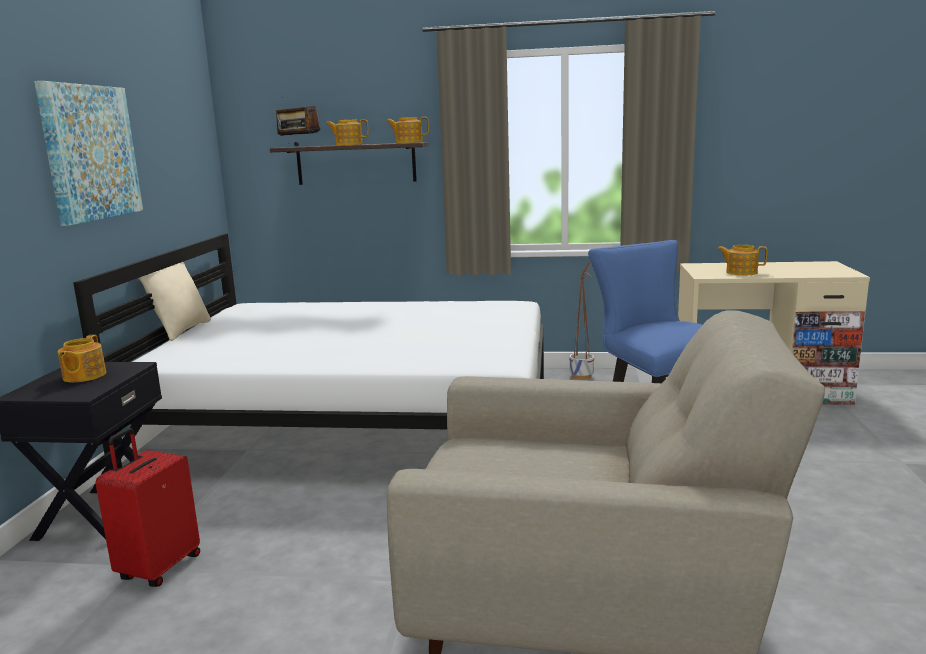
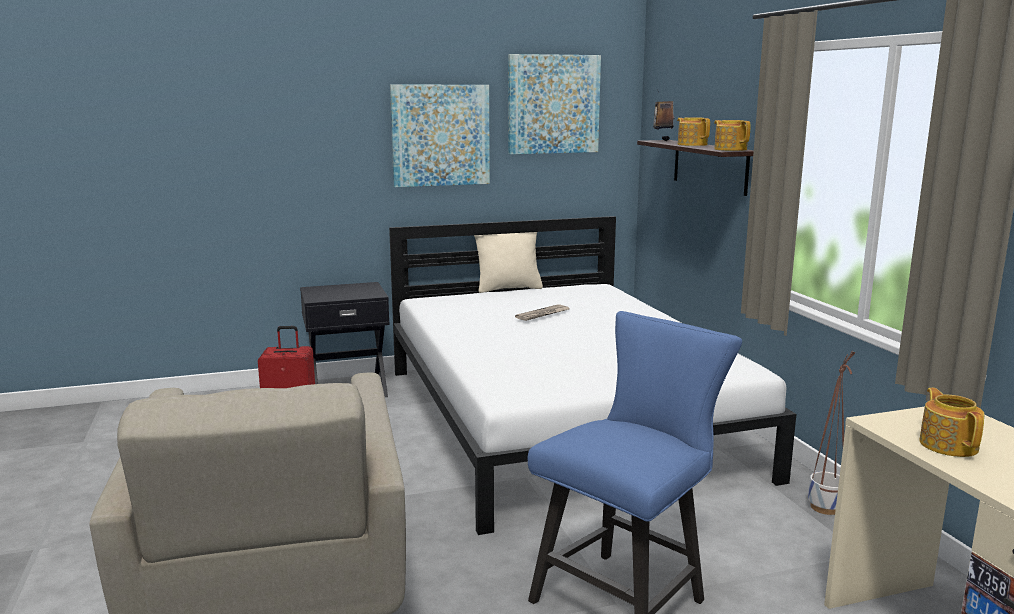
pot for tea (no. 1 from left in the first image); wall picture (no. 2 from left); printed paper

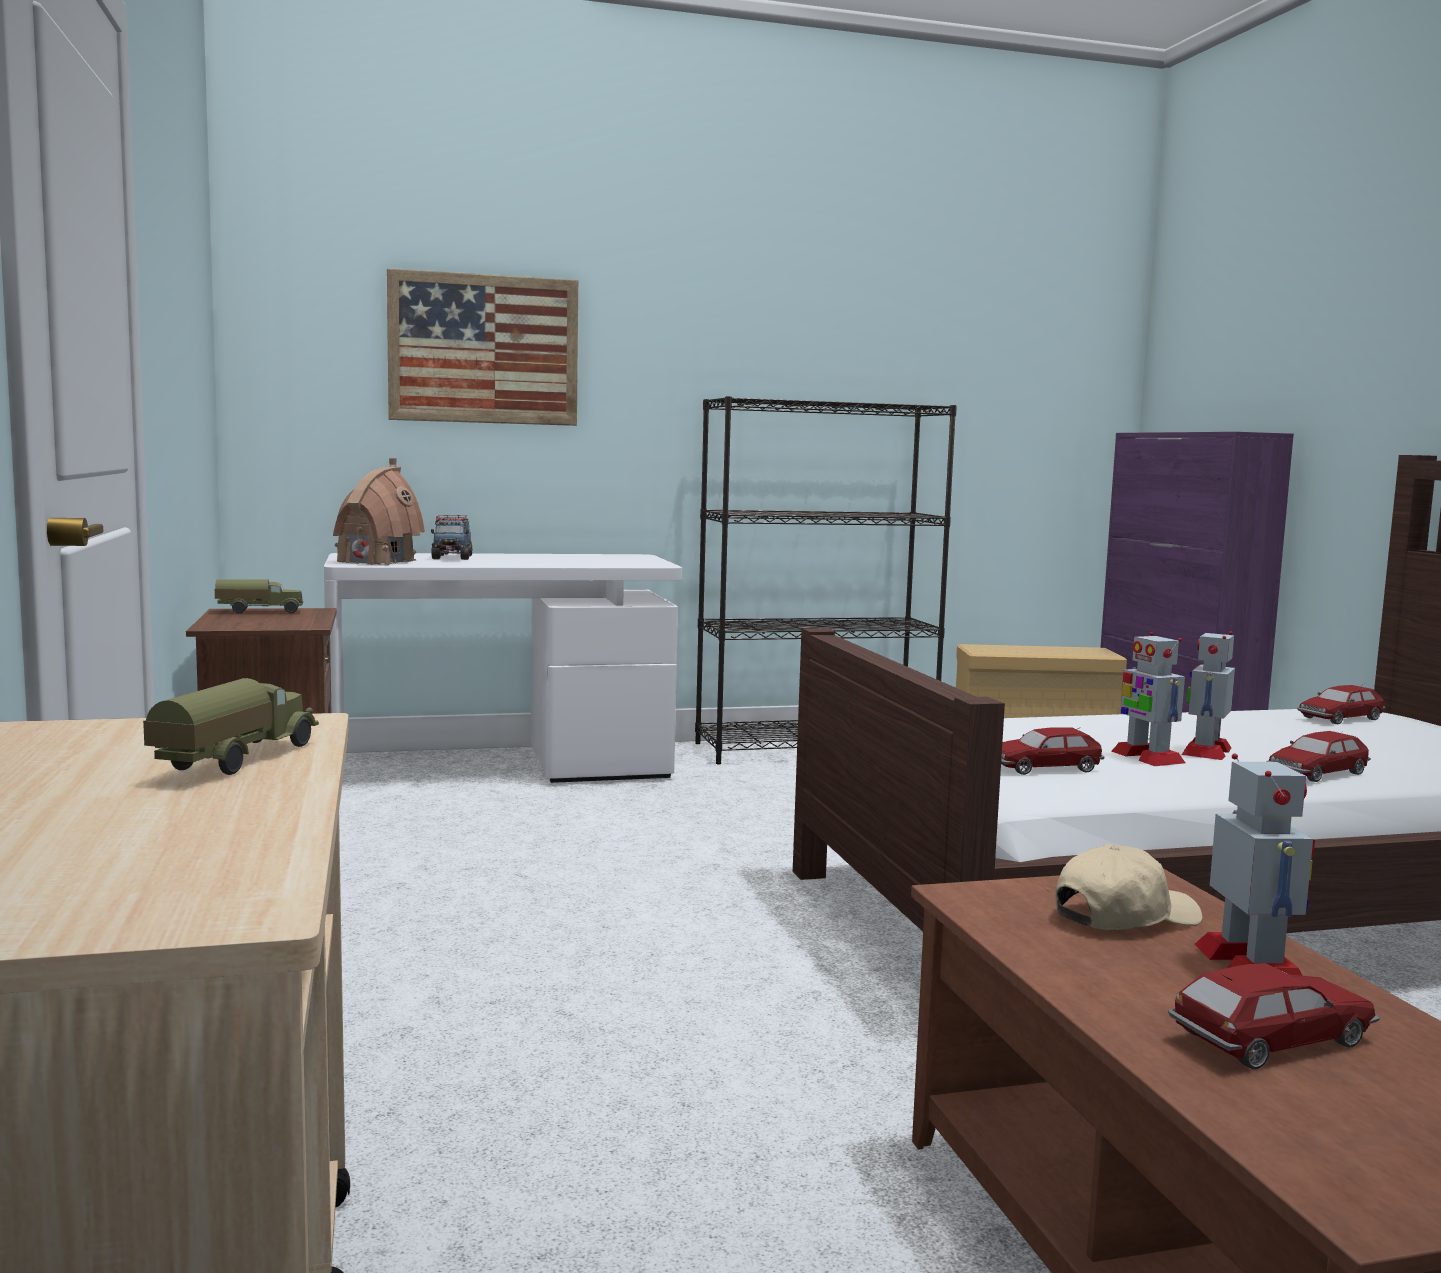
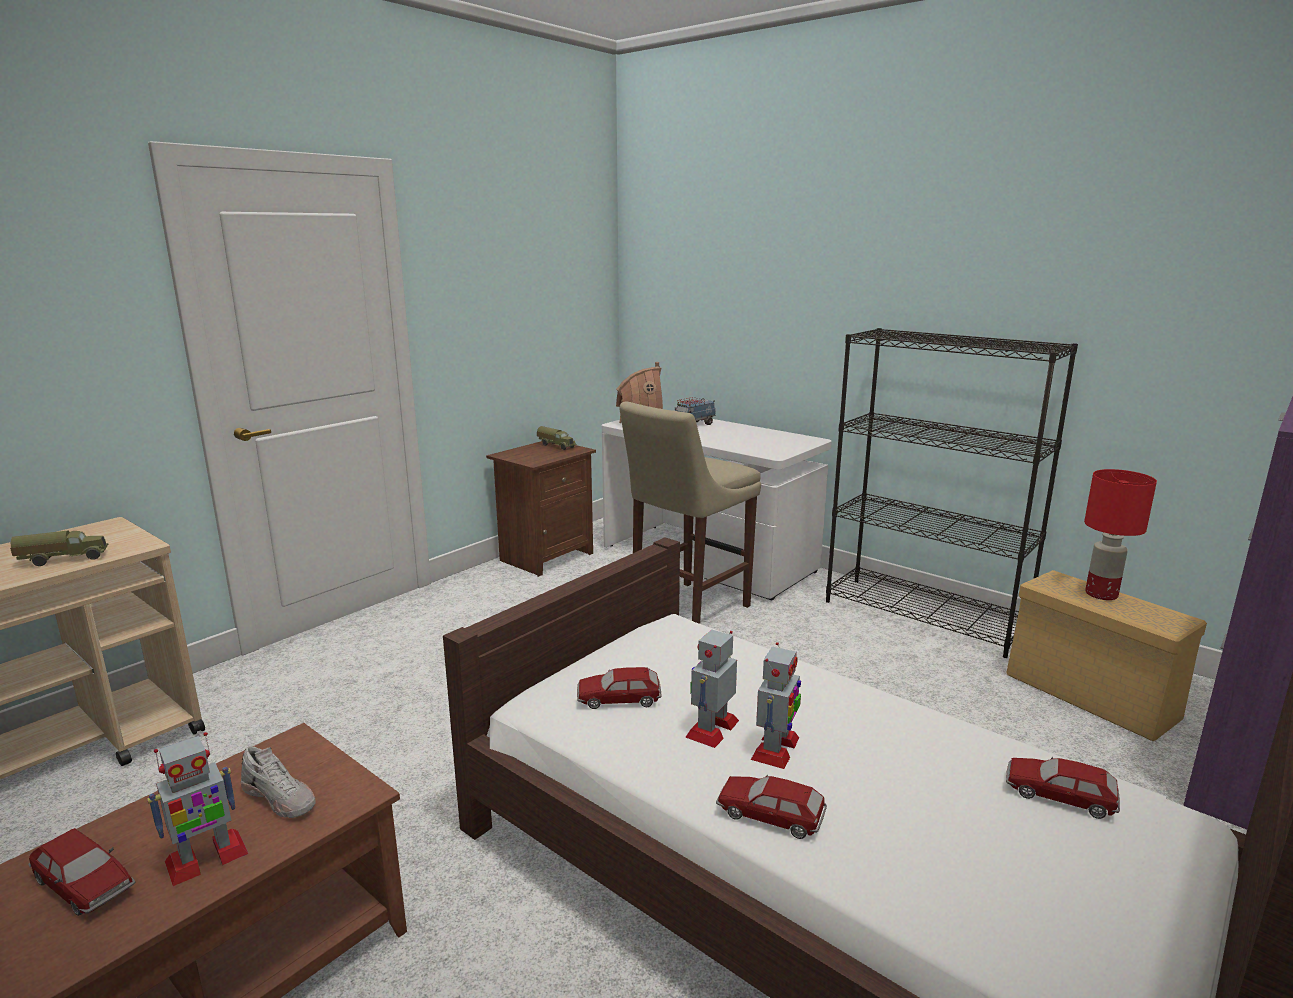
wall picture; stool (beige); table lamp (red); low shoe (whitish); miniature car (no. 2 from left); model robot (no. 3 from left)

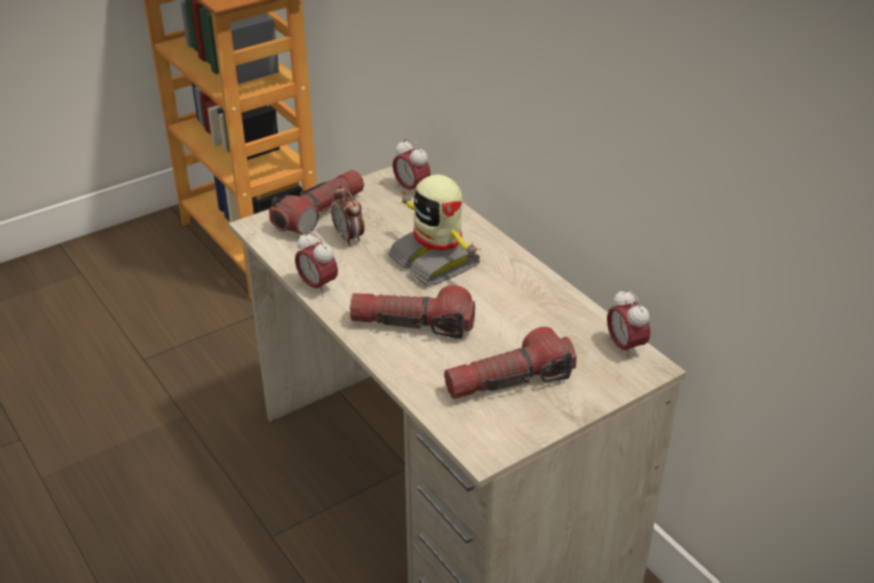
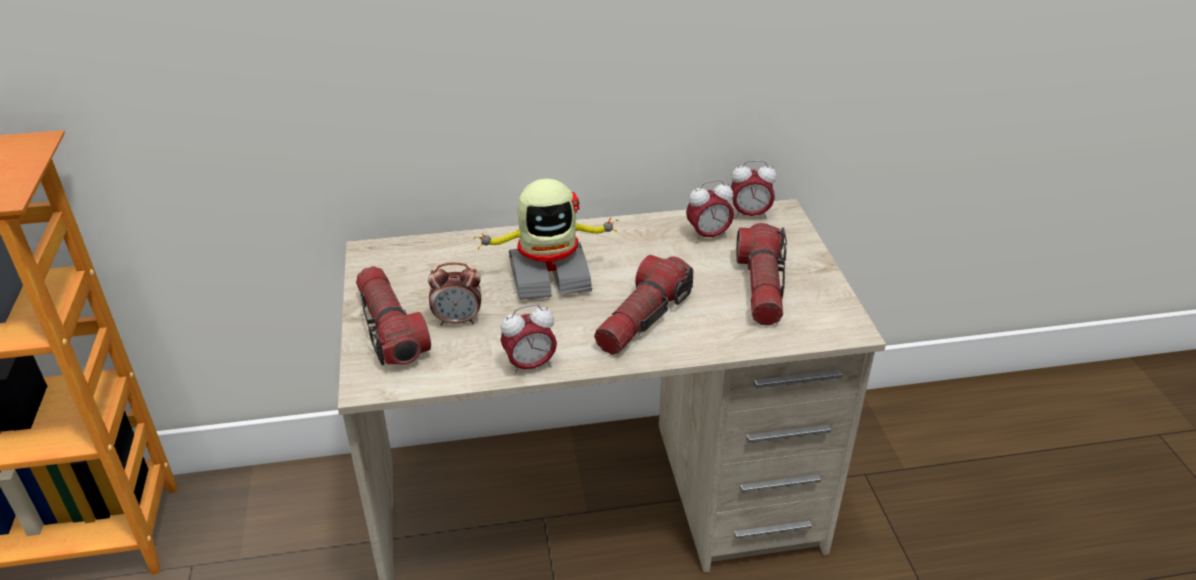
table clock (no. 3 from left)

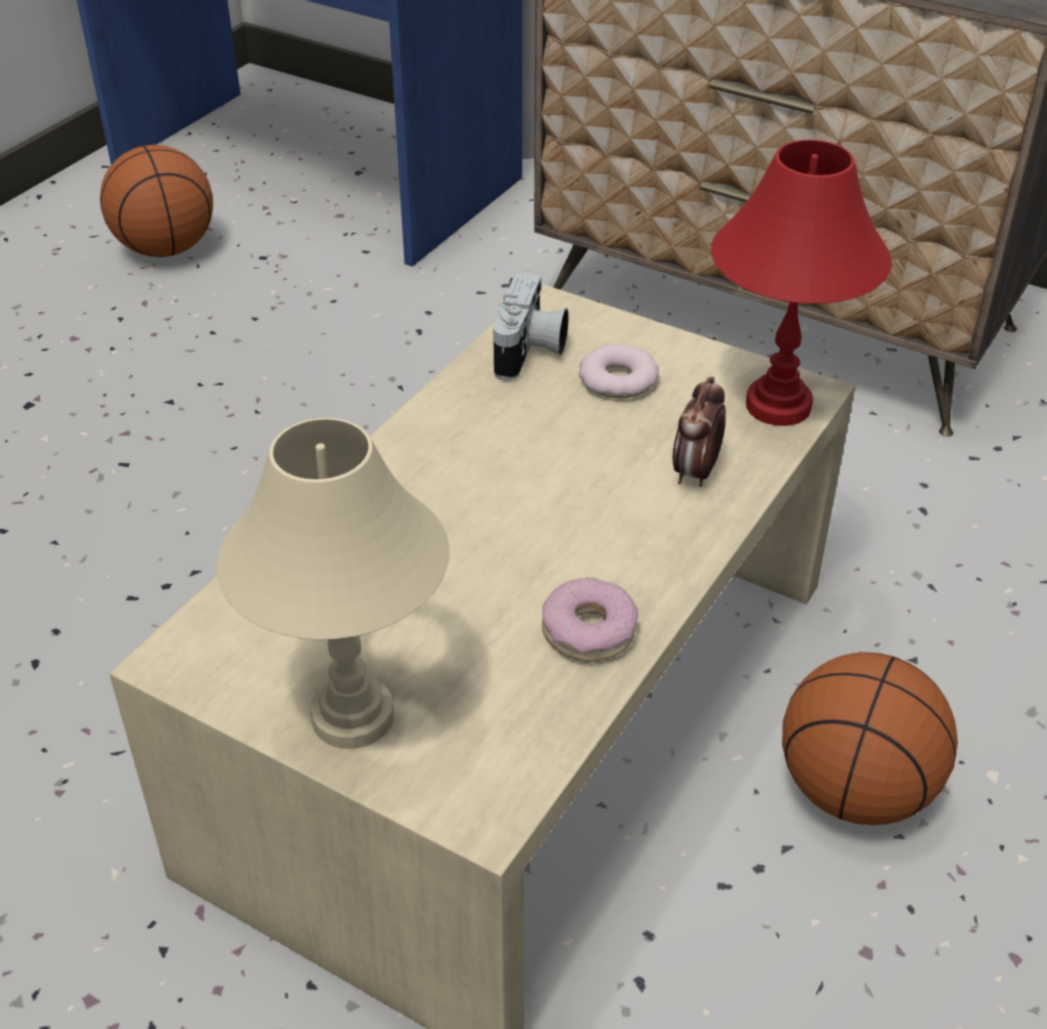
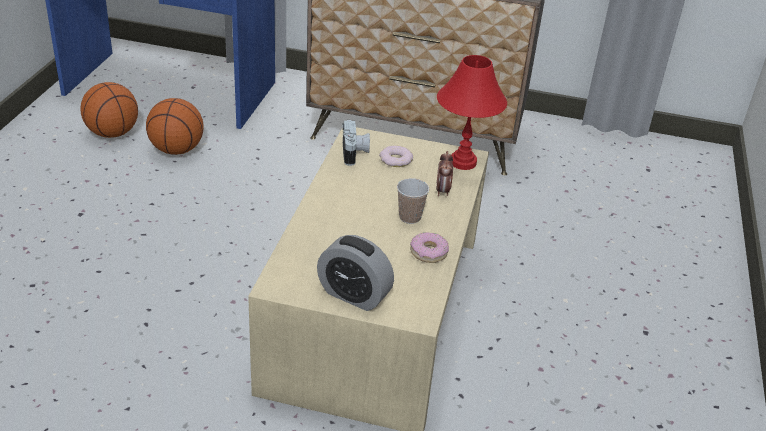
small cup; basketball ball (no. 2 from left); table clock (no. 1 from left)

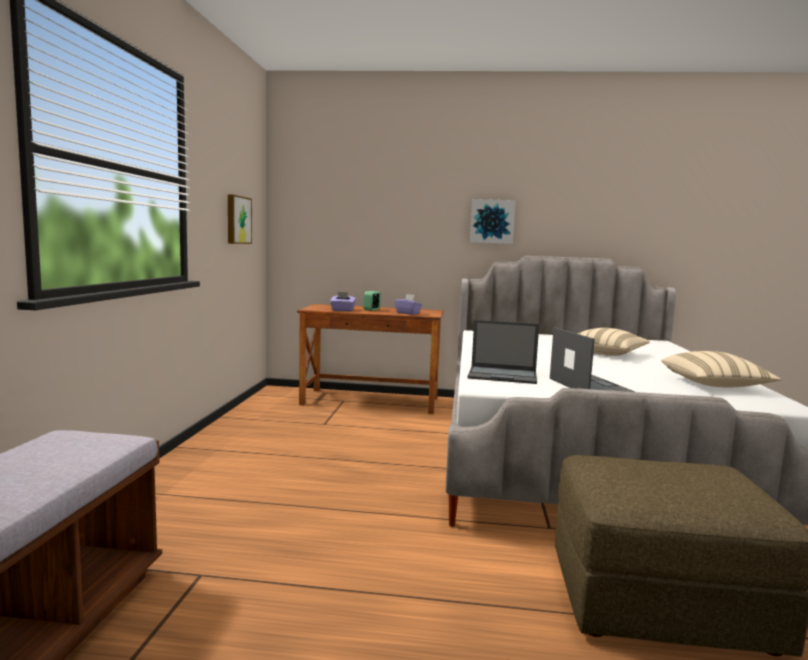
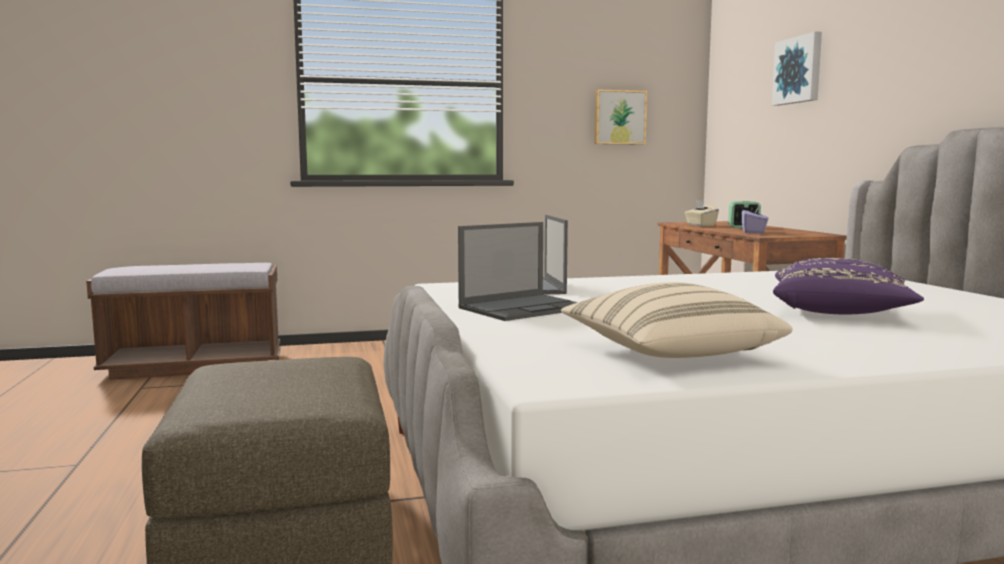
wall picture (no. 2 from left); tissue holder (beige); cushion (purple-coloured)

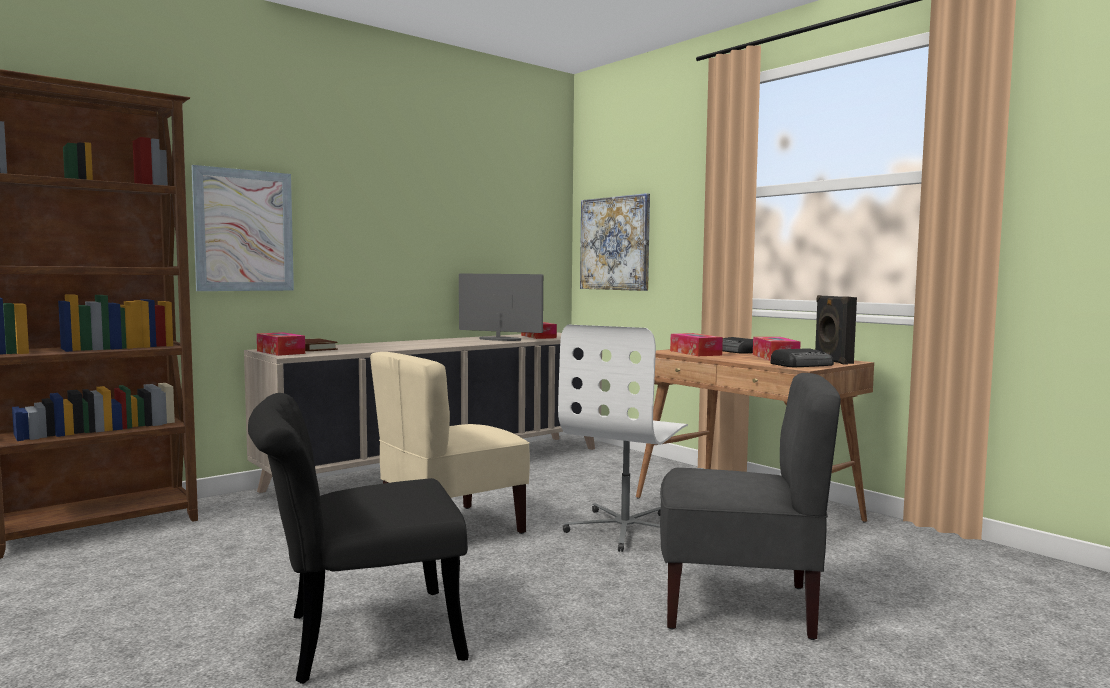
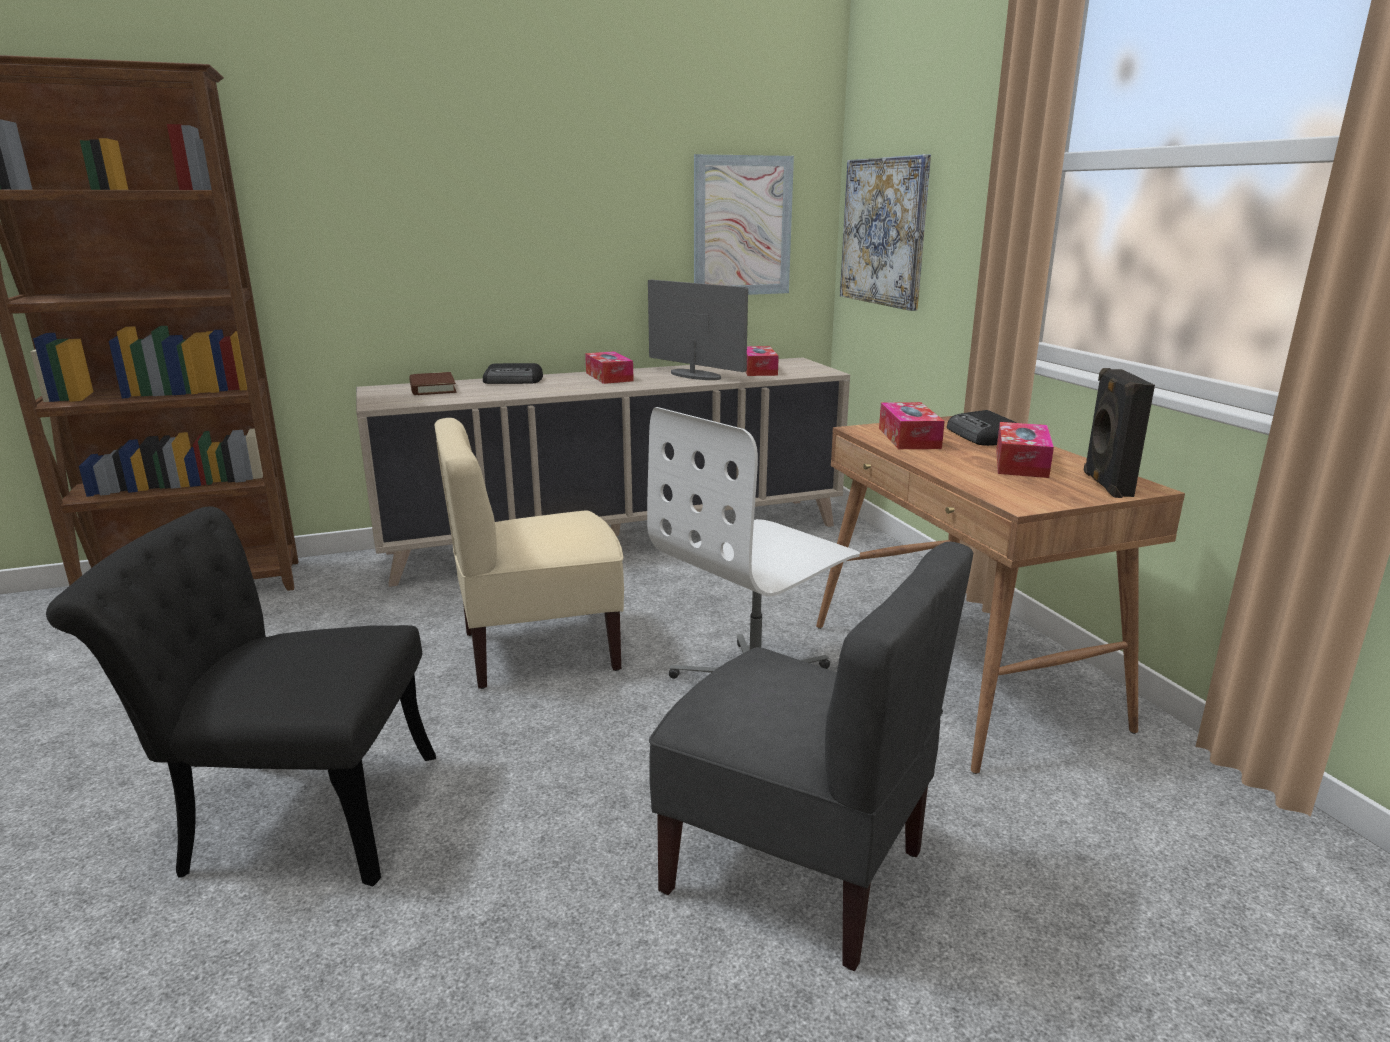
wall picture (no. 1 from left); tissue holder (no. 1 from left); radio (no. 1 from left)

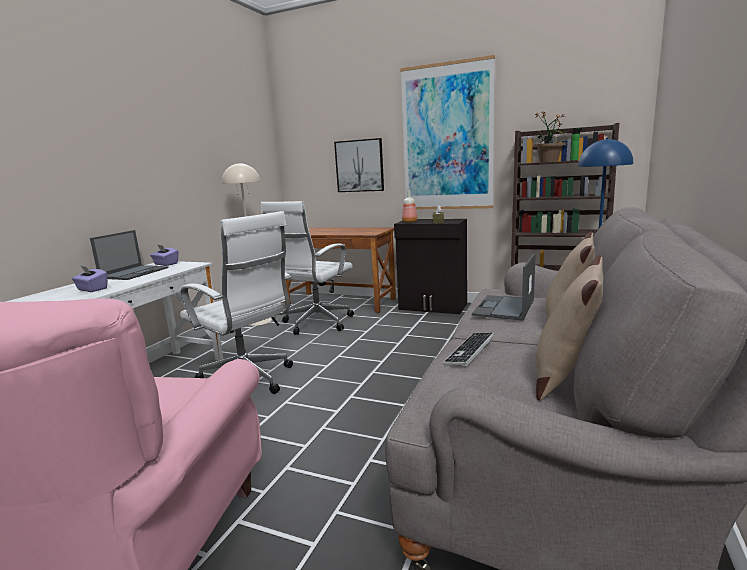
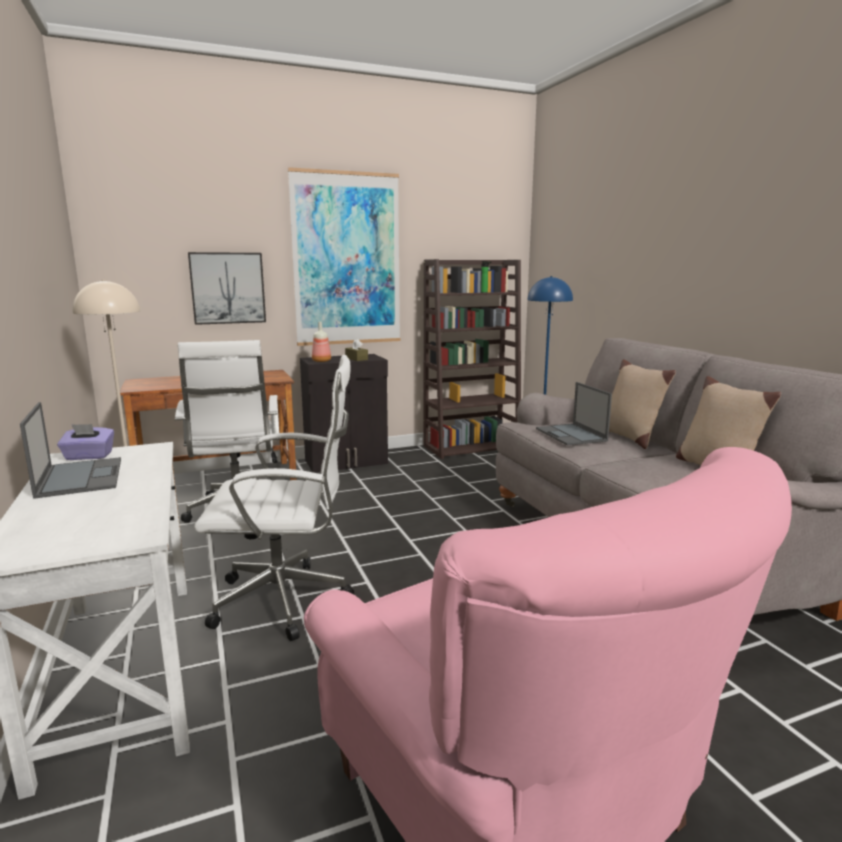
tissue holder (purple-coloured) (no. 1 from left in the first image); keyboard; houseplant

